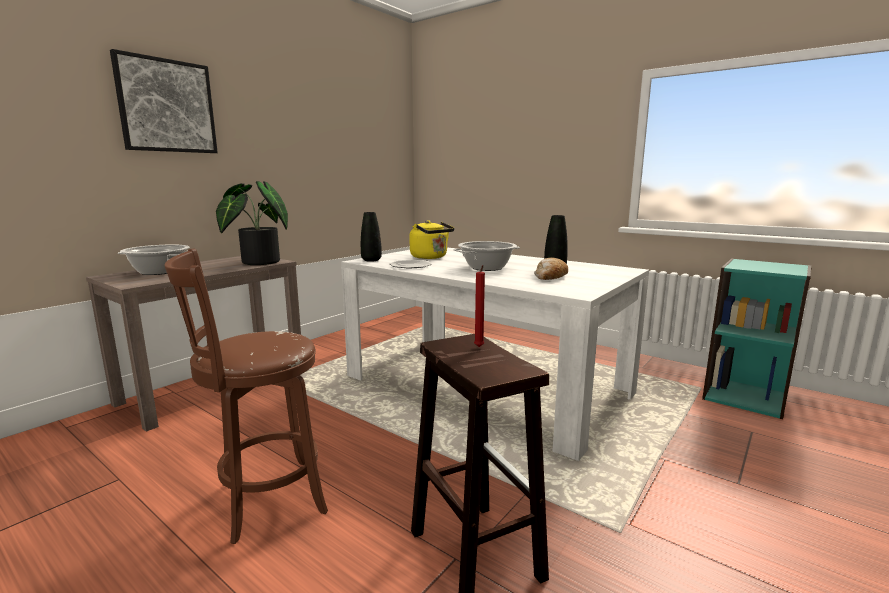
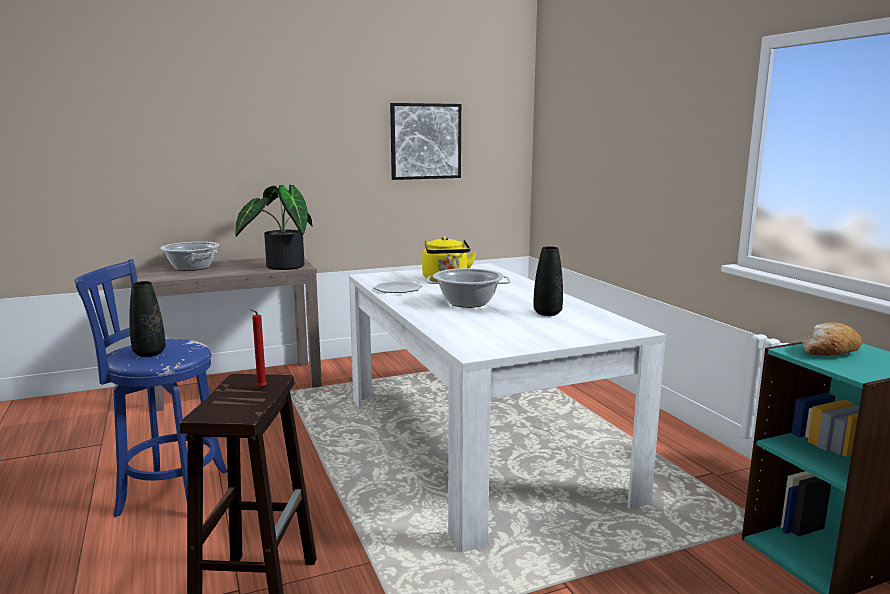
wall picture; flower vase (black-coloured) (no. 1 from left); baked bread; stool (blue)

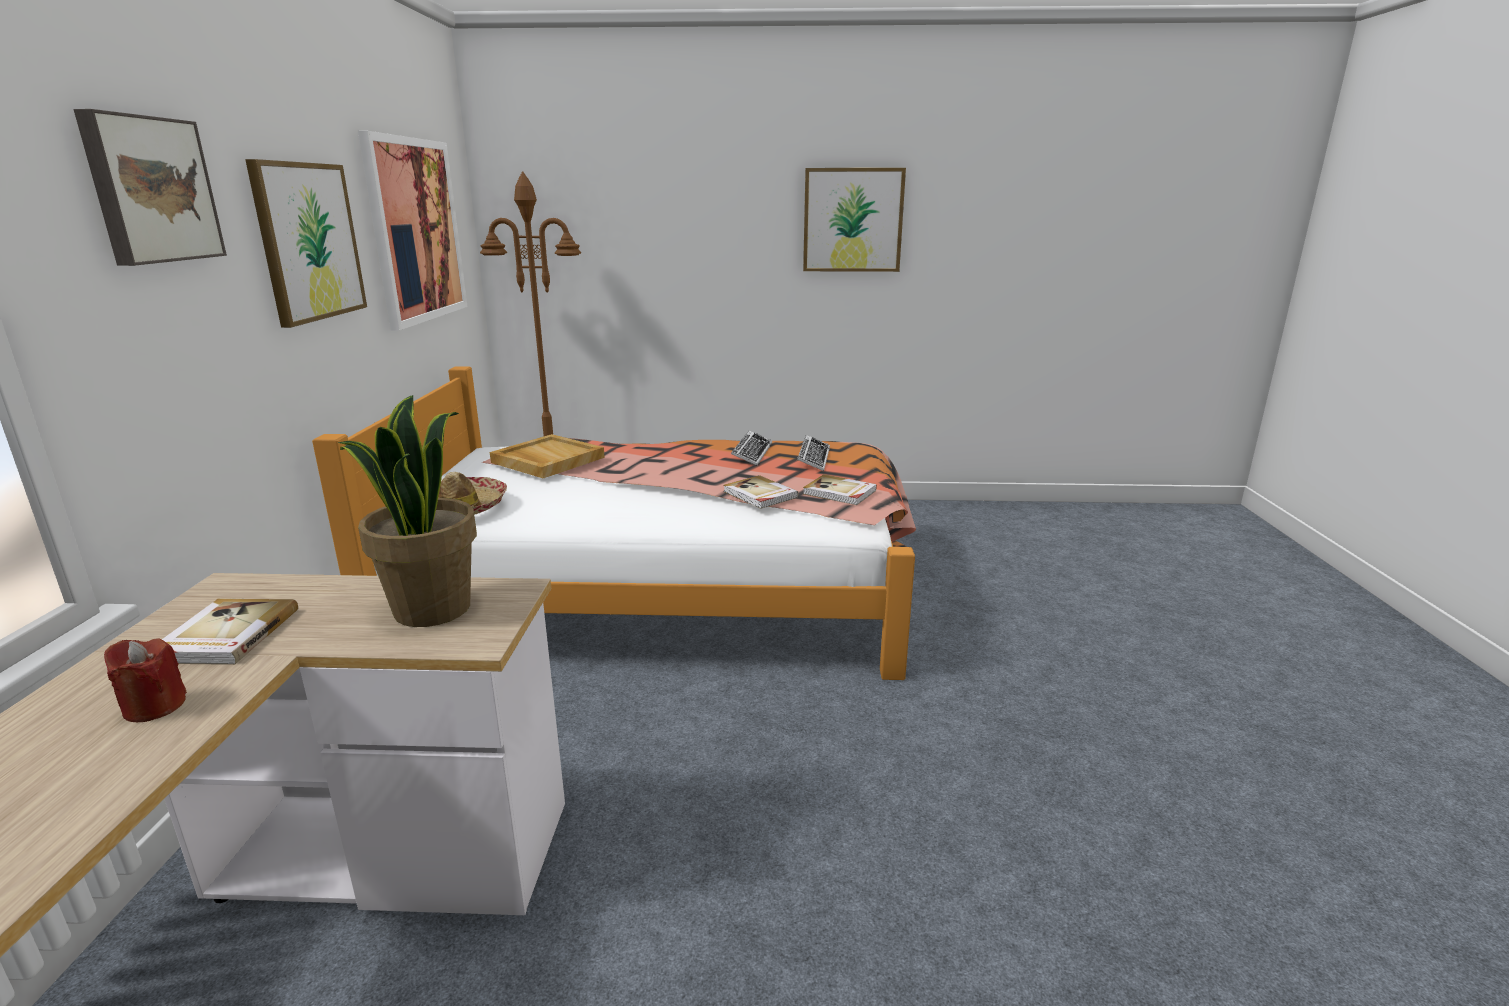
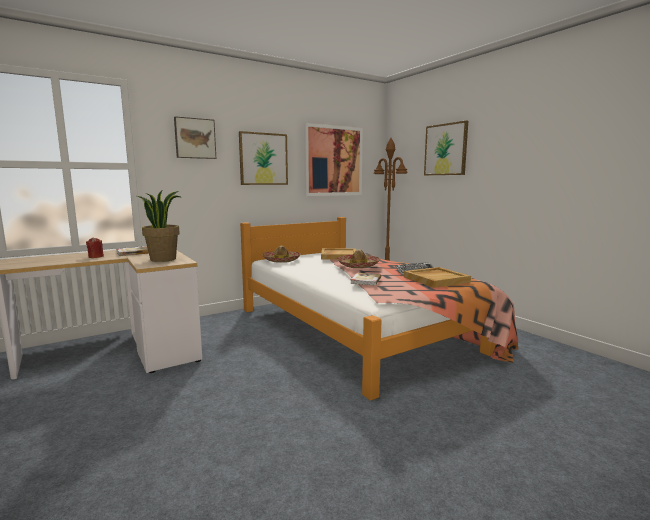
book (no. 3 from left in the first image); clothing hat (no. 2 from left); wall picture (no. 4 from left); carrying tray (beige) (no. 2 from left)

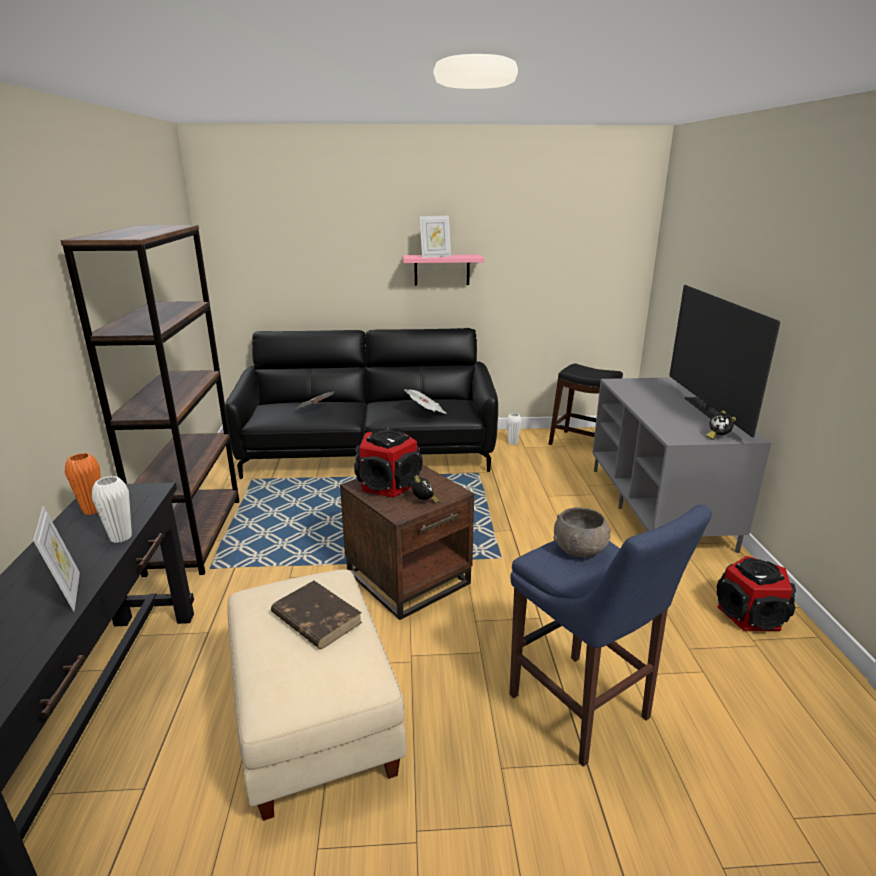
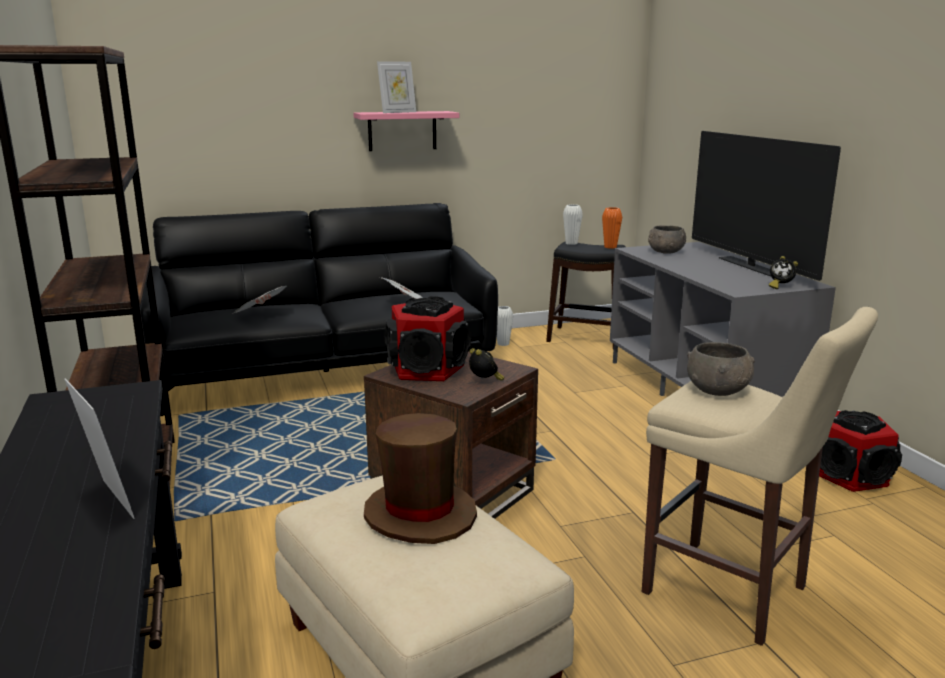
deep dish (gray) (no. 1 from left); flower vase (orange-coloured); flower vase (whitish) (no. 2 from left); clothing hat (brown-coloured); stool (beige)

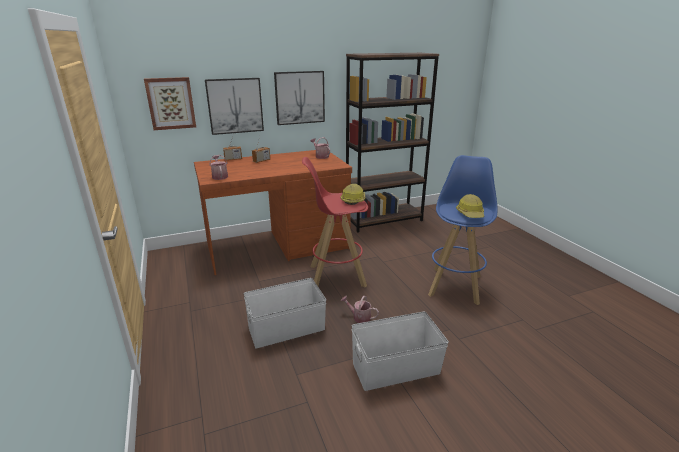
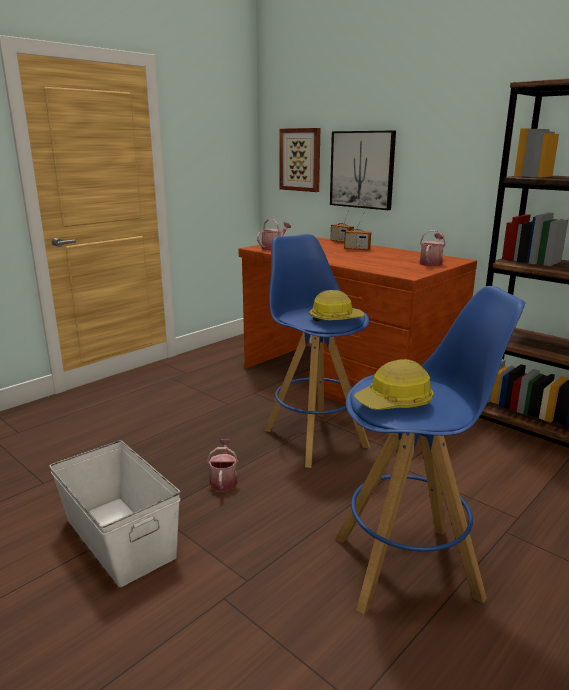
storage bin (whitish) (no. 1 from left in the first image); wall picture (no. 3 from left in the first image); stool (blue) (no. 1 from left)

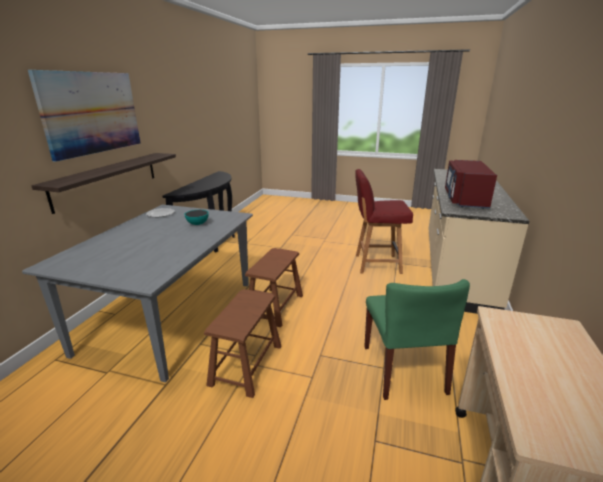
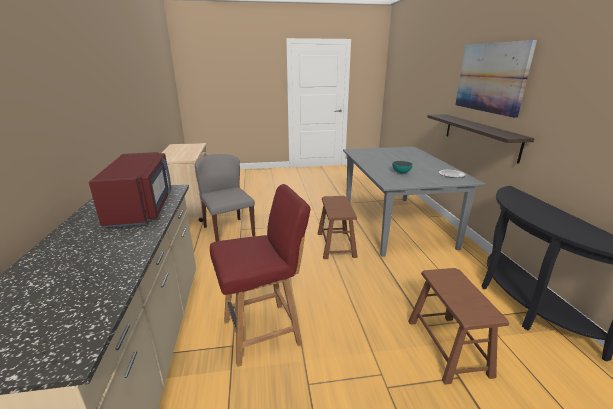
stool (brown-coloured) (no. 2 from left); chair (gray)

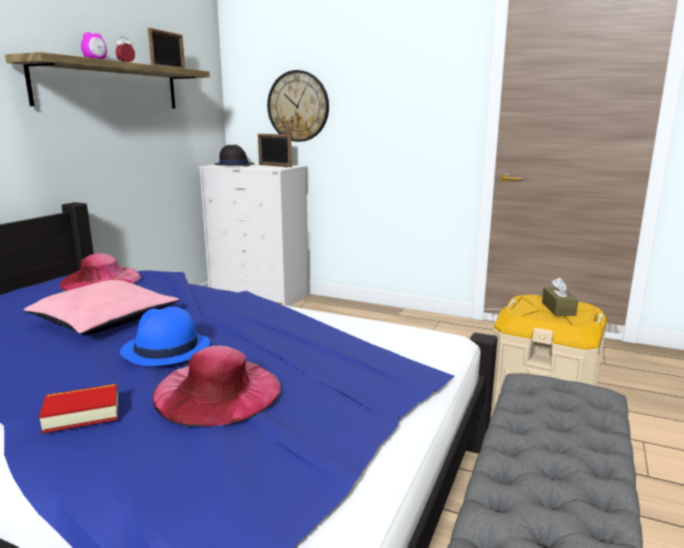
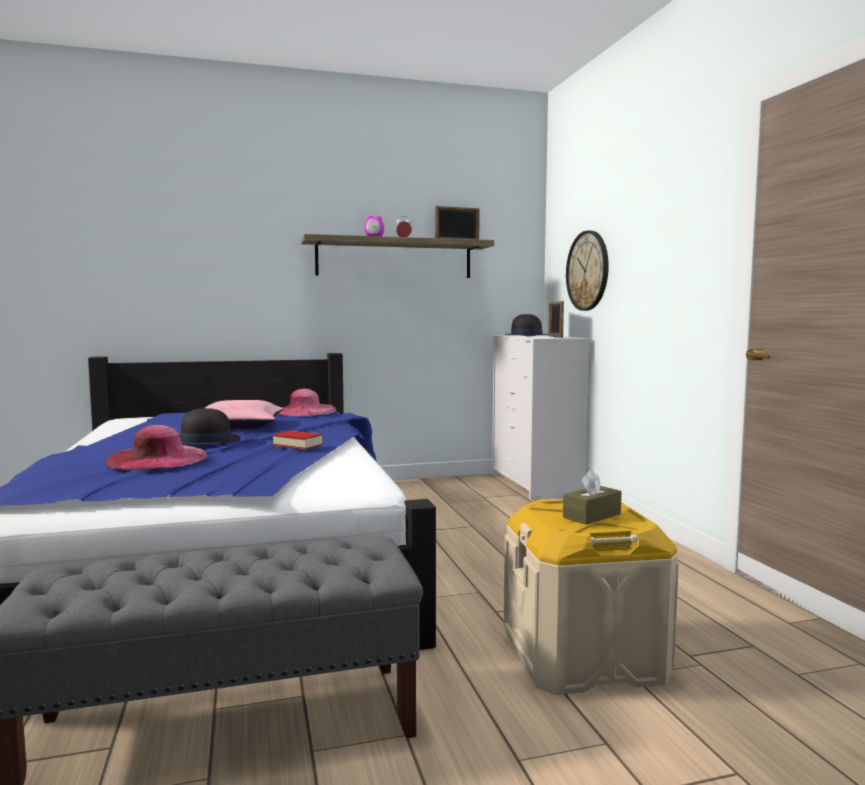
book; clothing hat (black-coloured) (no. 1 from left)

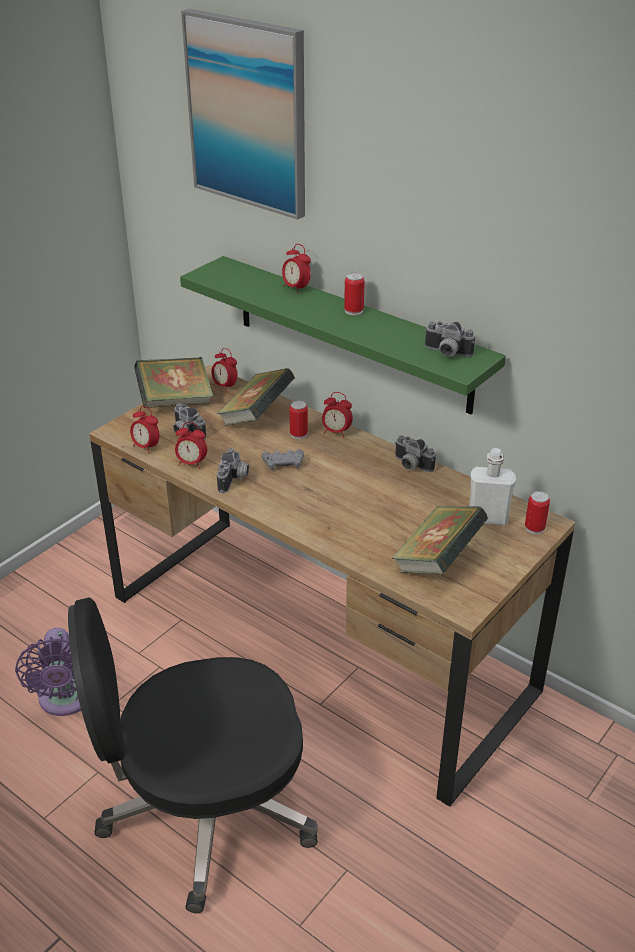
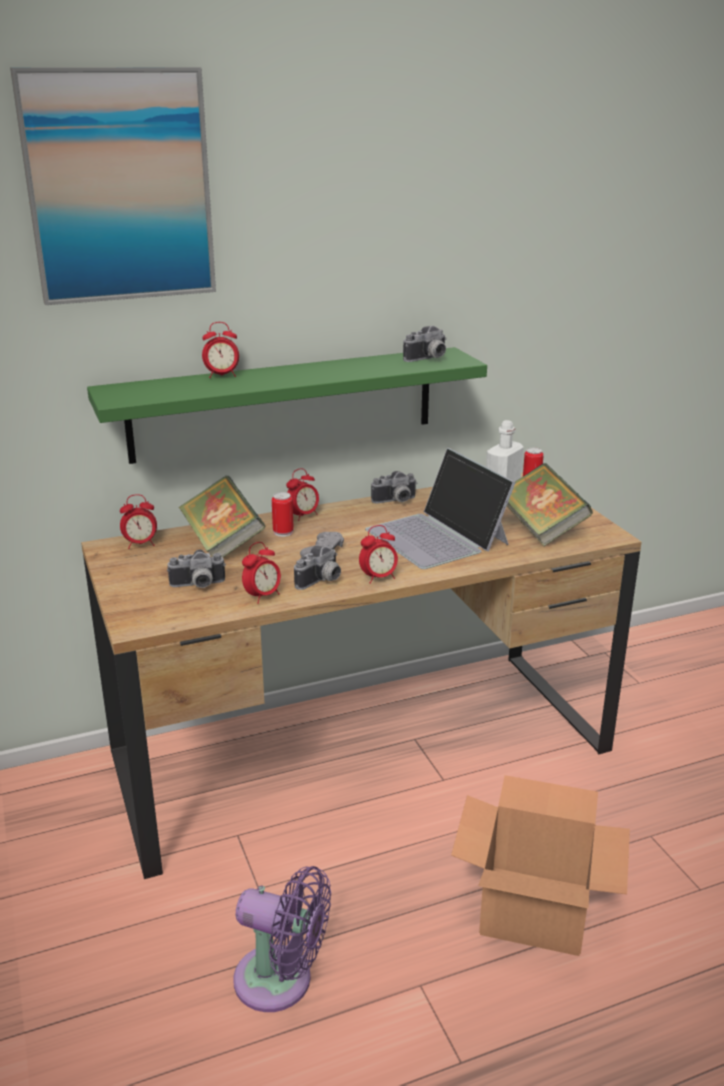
book (no. 1 from left in the first image); sealed can (no. 2 from left in the first image); notebook computer; table clock (no. 5 from left); packing box; still camera (no. 2 from left)

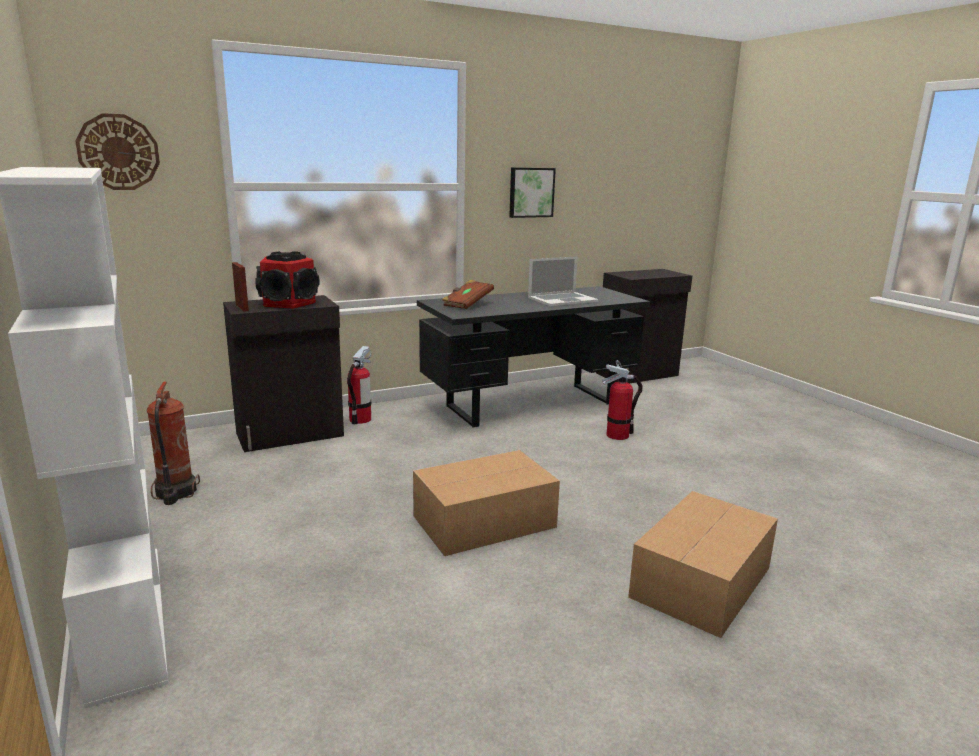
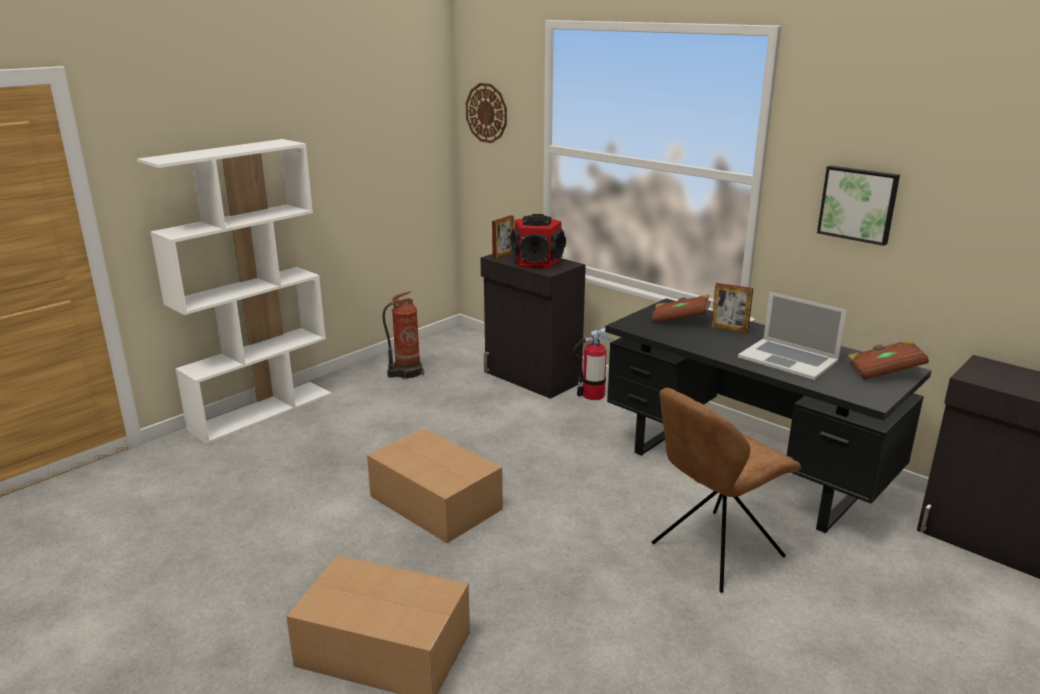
standing frame (no. 2 from left); book (brown-coloured) (no. 2 from left); chair (brown-coloured)

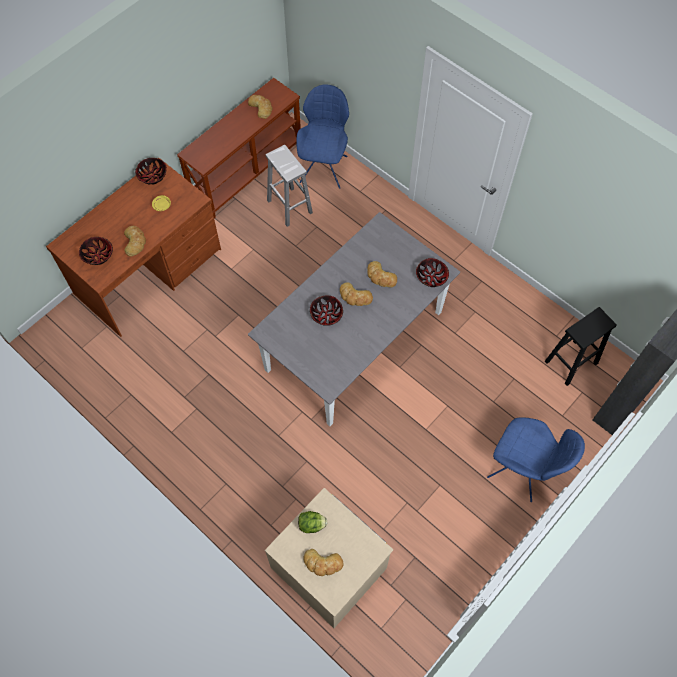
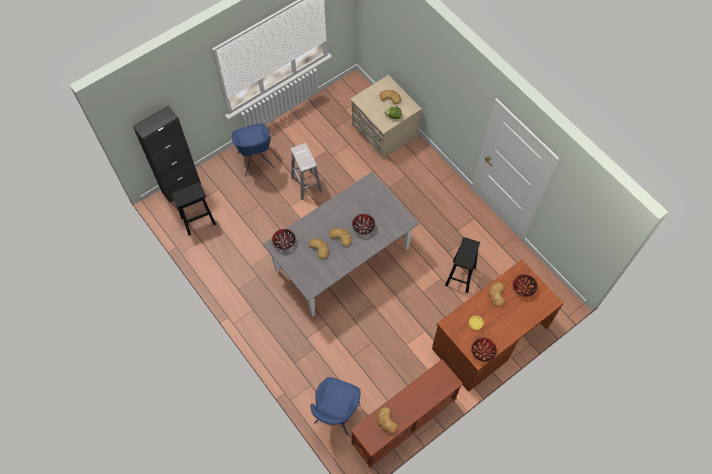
stool (black-coloured) (no. 2 from left); stool (whitish); chair (blue) (no. 1 from left)

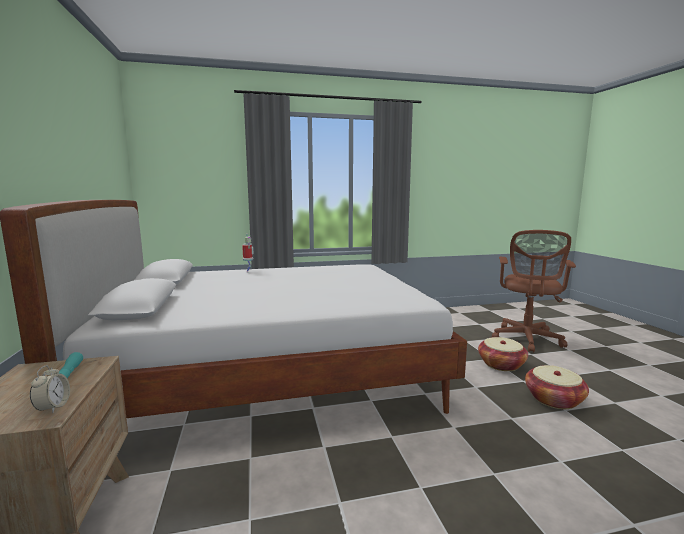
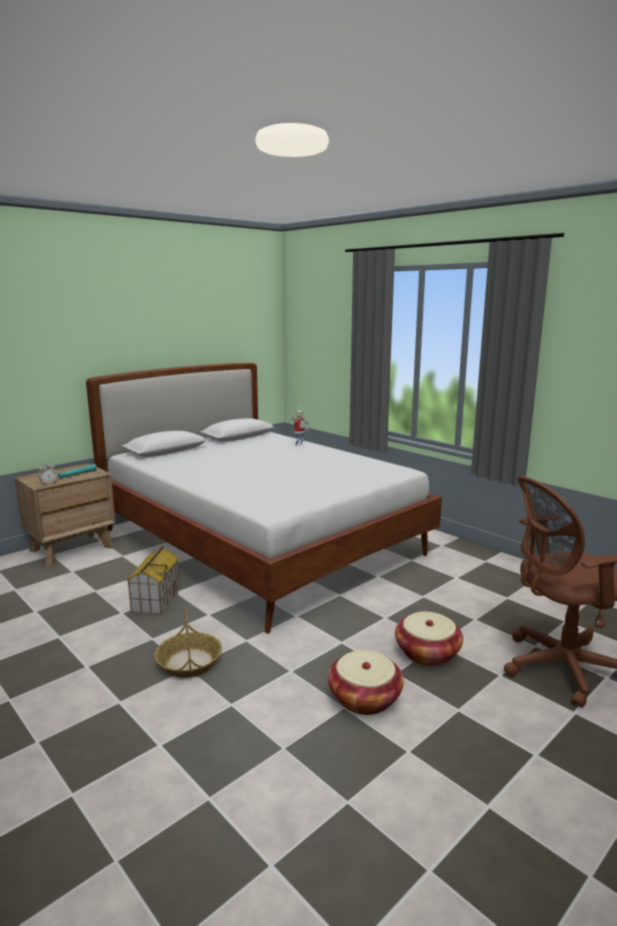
toy house; household basket (no. 1 from left)

